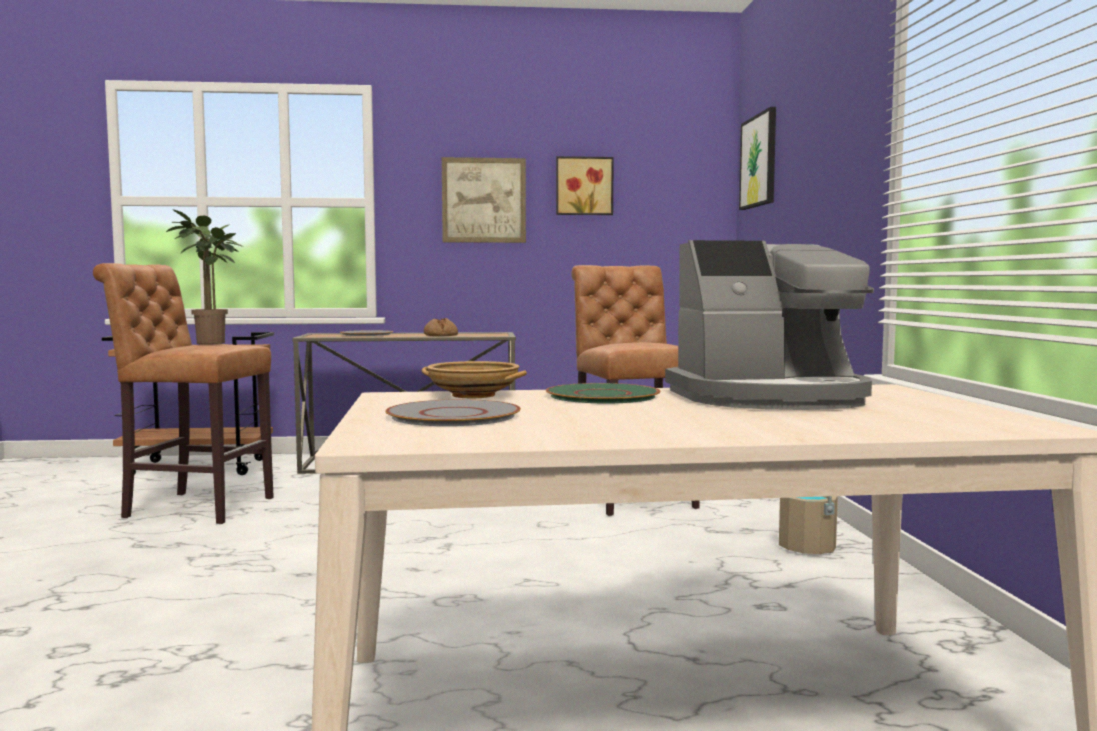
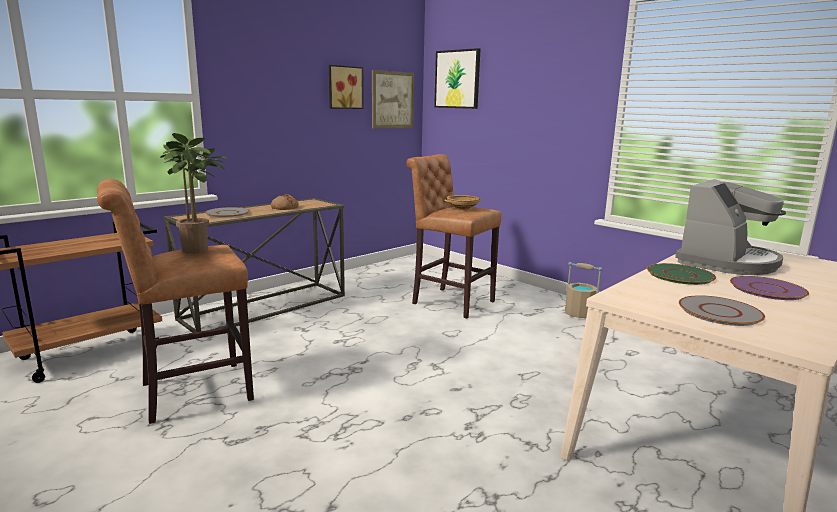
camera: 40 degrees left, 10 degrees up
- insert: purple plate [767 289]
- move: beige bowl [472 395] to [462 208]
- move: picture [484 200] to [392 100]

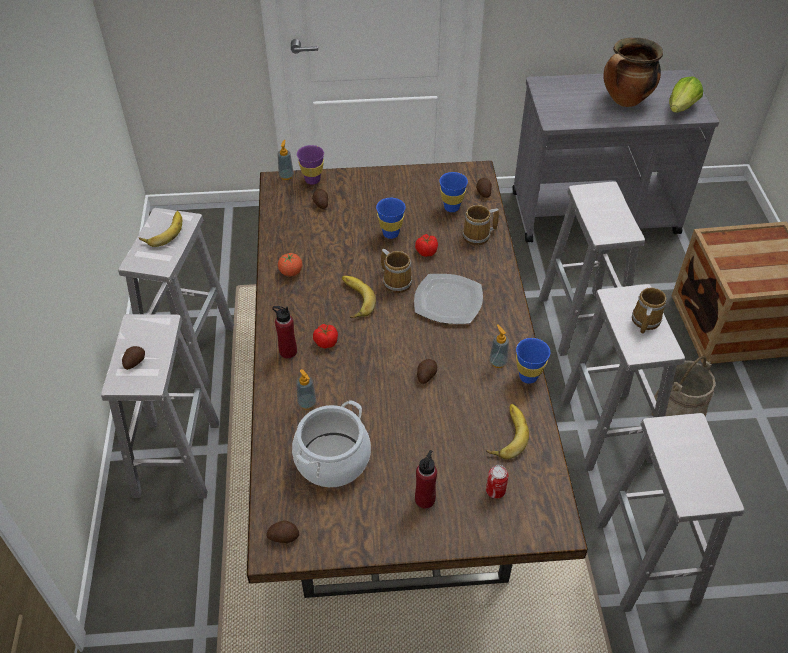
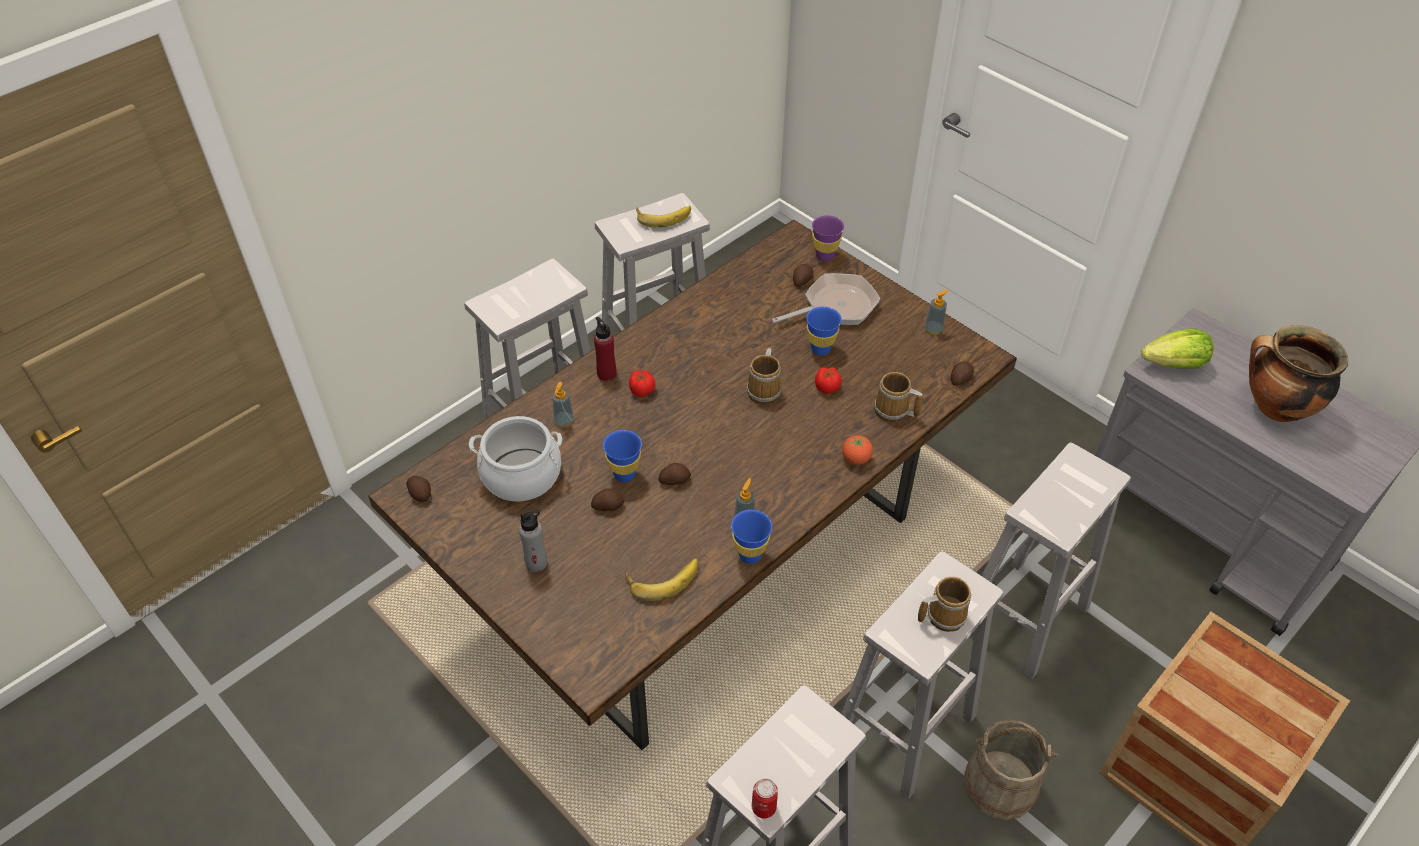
camera: 50 degrees right, 0 degrees up
- delete: banana [353 300]
- delete: plate [447 300]
- insert: frying pan [835 306]
- move: potato [134 362] to [607 505]
- move: soap dispenser [286 176] to [933 330]
- move: tomato [291 272] to [856 459]
- move: blue cup [451 207] to [624 474]
- move: can [495 491] to [763 807]
- move: lettuce [681 108] to [1174 365]
- recolor: red bottle [425 499] to grey bottle [536 562]

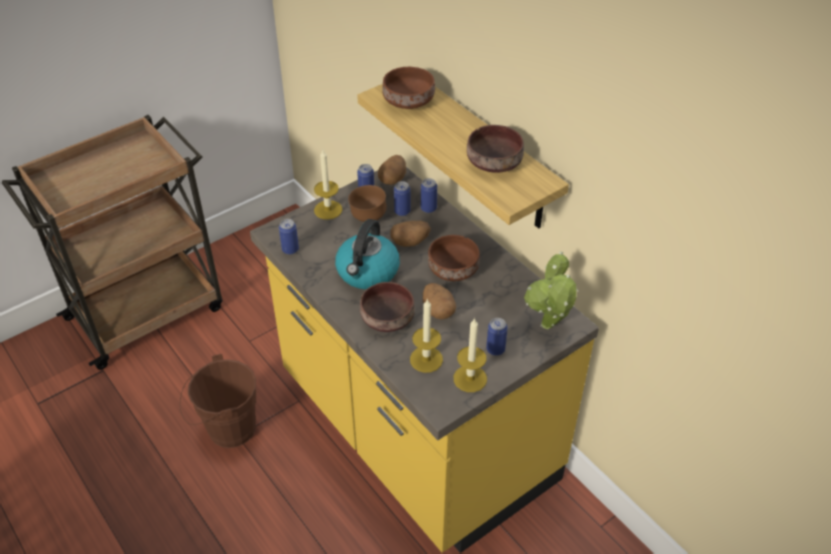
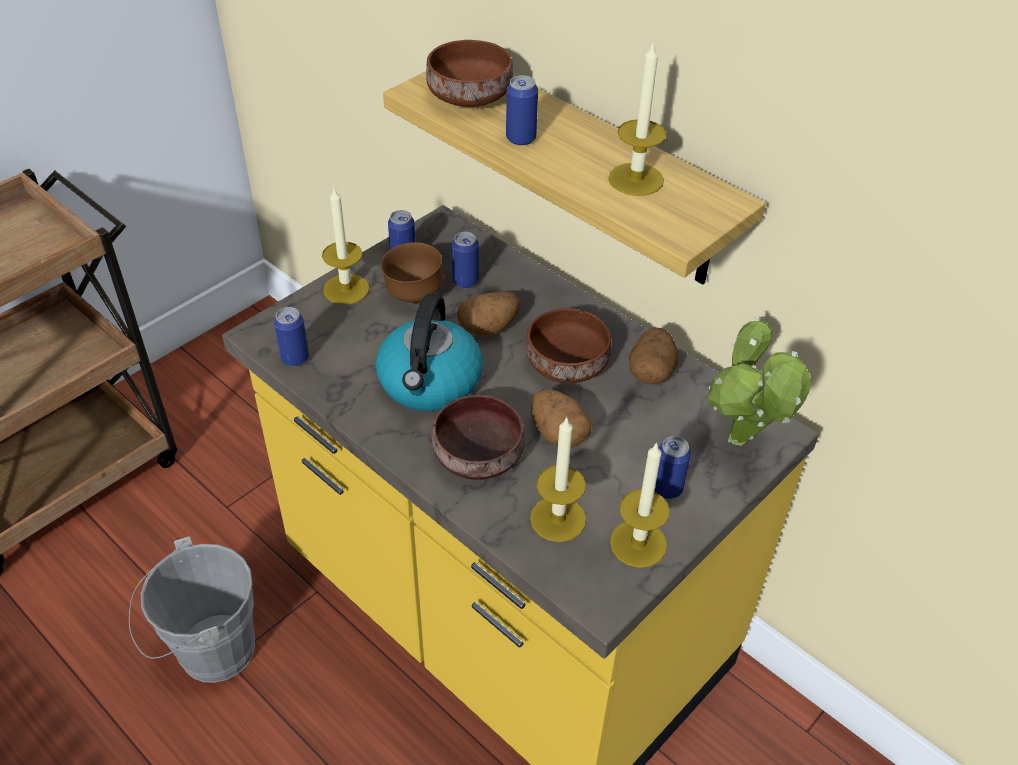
camera: 10 degrees left, 0 degrees up
- move: potato [392 179] to [651 371]
- move: can [428 208] to [521 138]
- replace: brown bowl [494 163] to candle [636 179]
- recolor: brown bucket [226 429] to grey bucket [208 652]

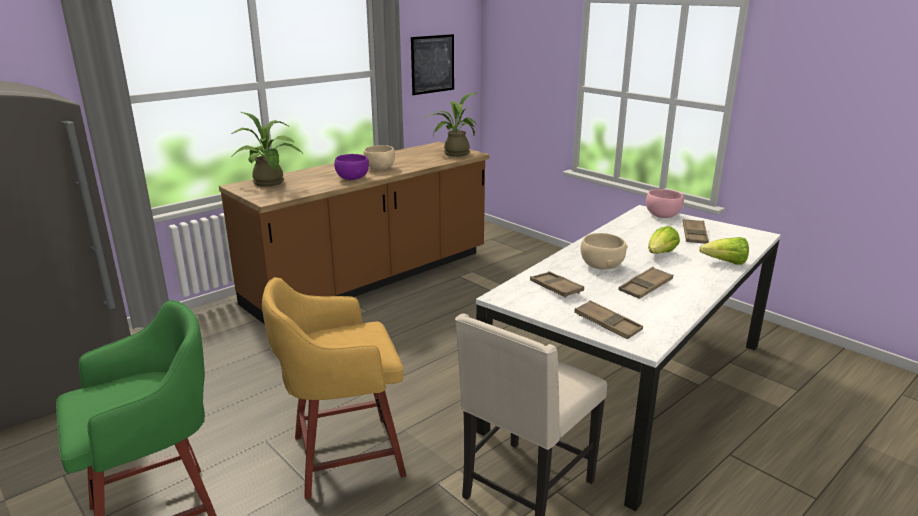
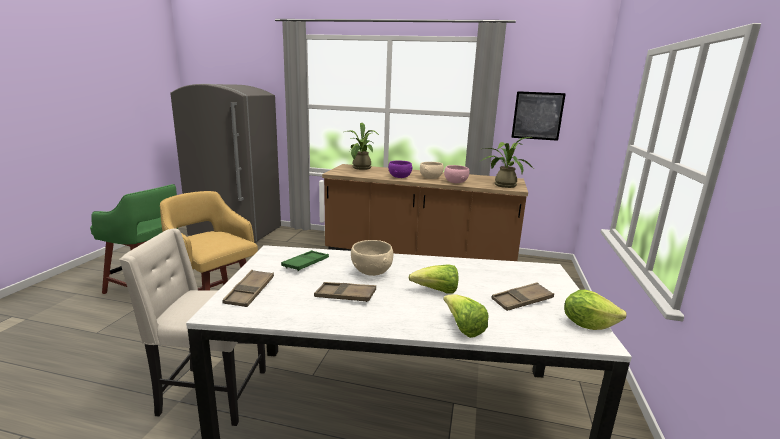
camera: 55 degrees right, 5 degrees down
- insert: lettuce [587 324]
- move: pink bowl [662 216] to [455 182]
- recolor: brown tray [556 288] to green tray [306 263]

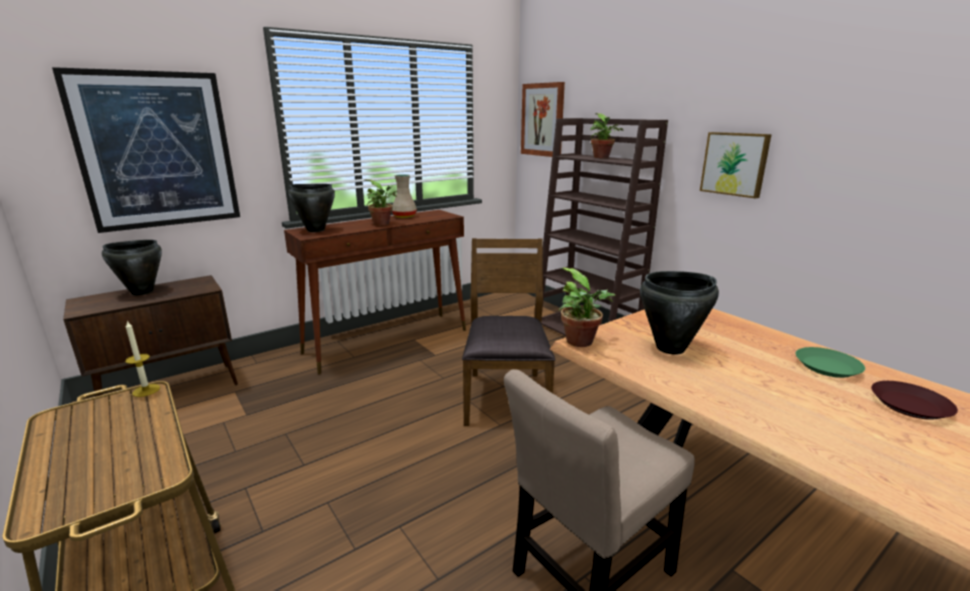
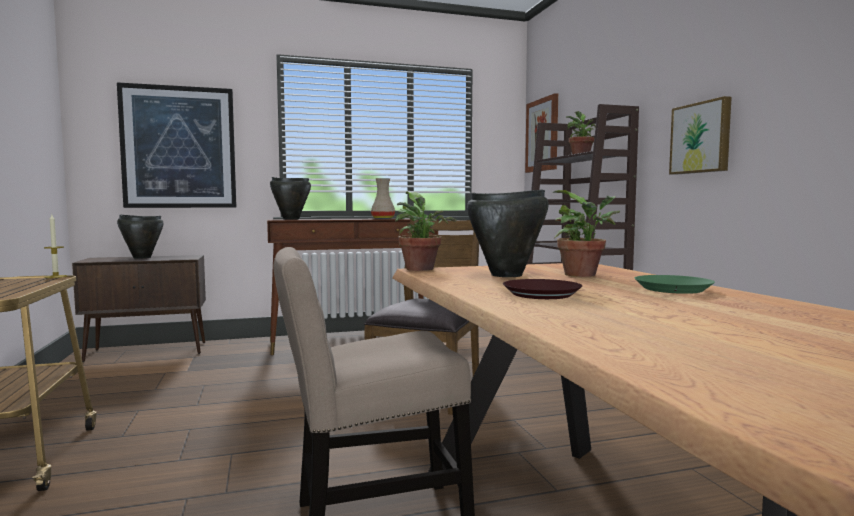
camera: 20 degrees right, 15 degrees down
- move: potted plant [383 224] to [584 275]
- move: brown plate [909 405] to [541 294]

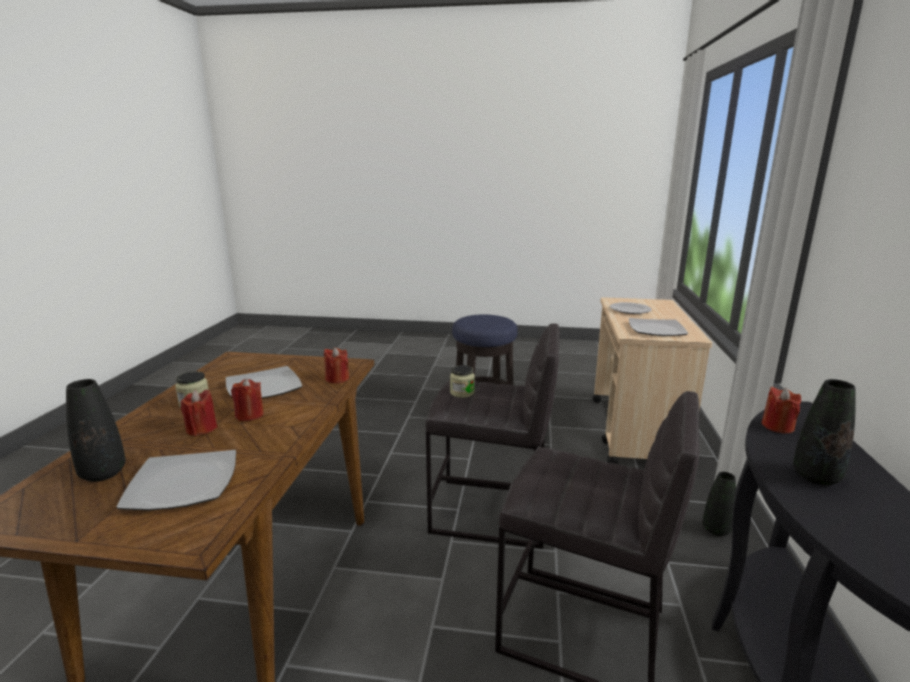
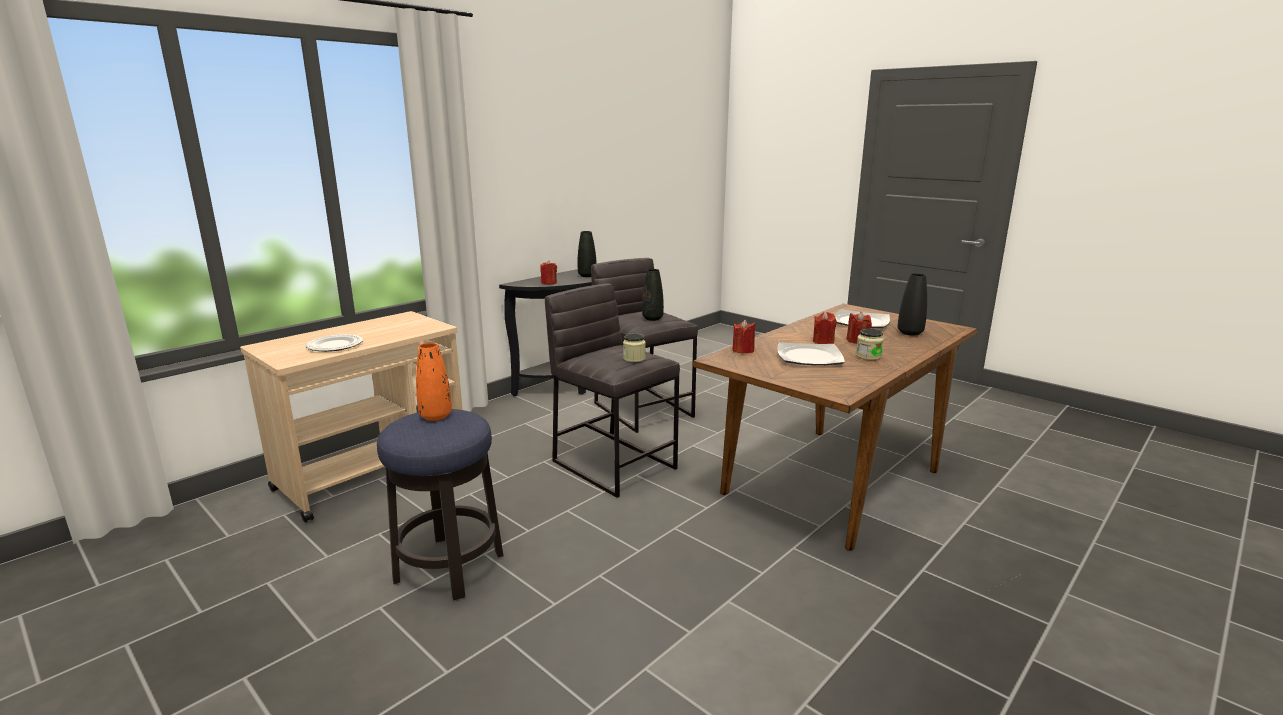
camera: 145 degrees left, 0 degrees up
- delete: plate [656 329]
- insert: orange vase [436 416]
- move: black vase [716 530] to [652 318]

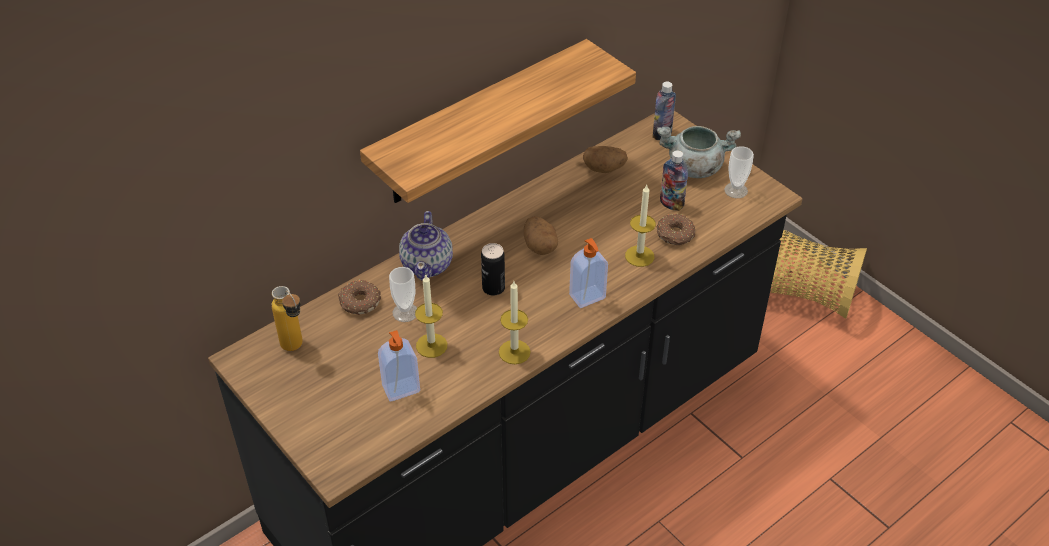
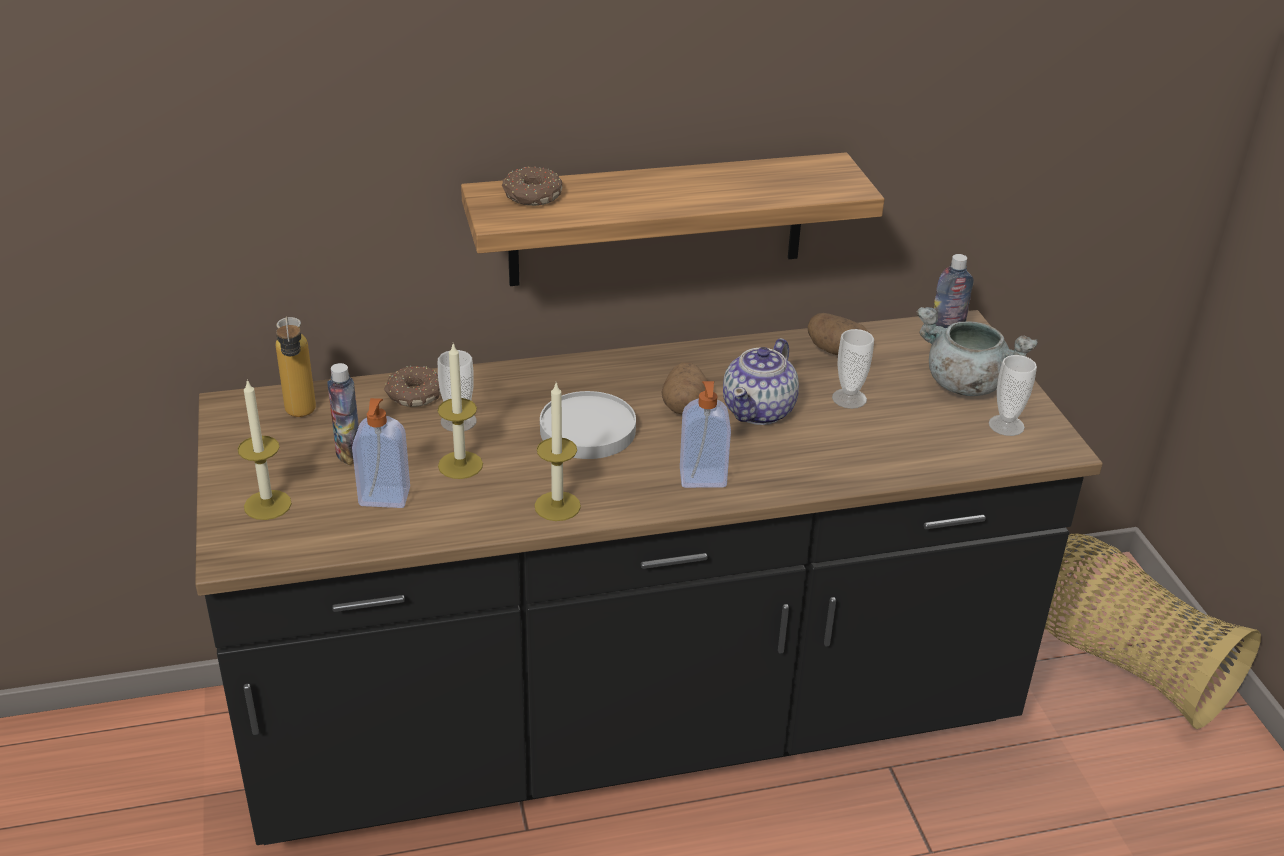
camera: 25 degrees right, 10 degrees down
- insert: cup [849 398]
- move: teapot [427 264] to [759 410]
- move: candle [639 256] to [267 505]
- move: donut [675 235] to [532 196]
- move: bottle [671 204] to [349 454]
- replace: can [493 288] to white plate [588 430]

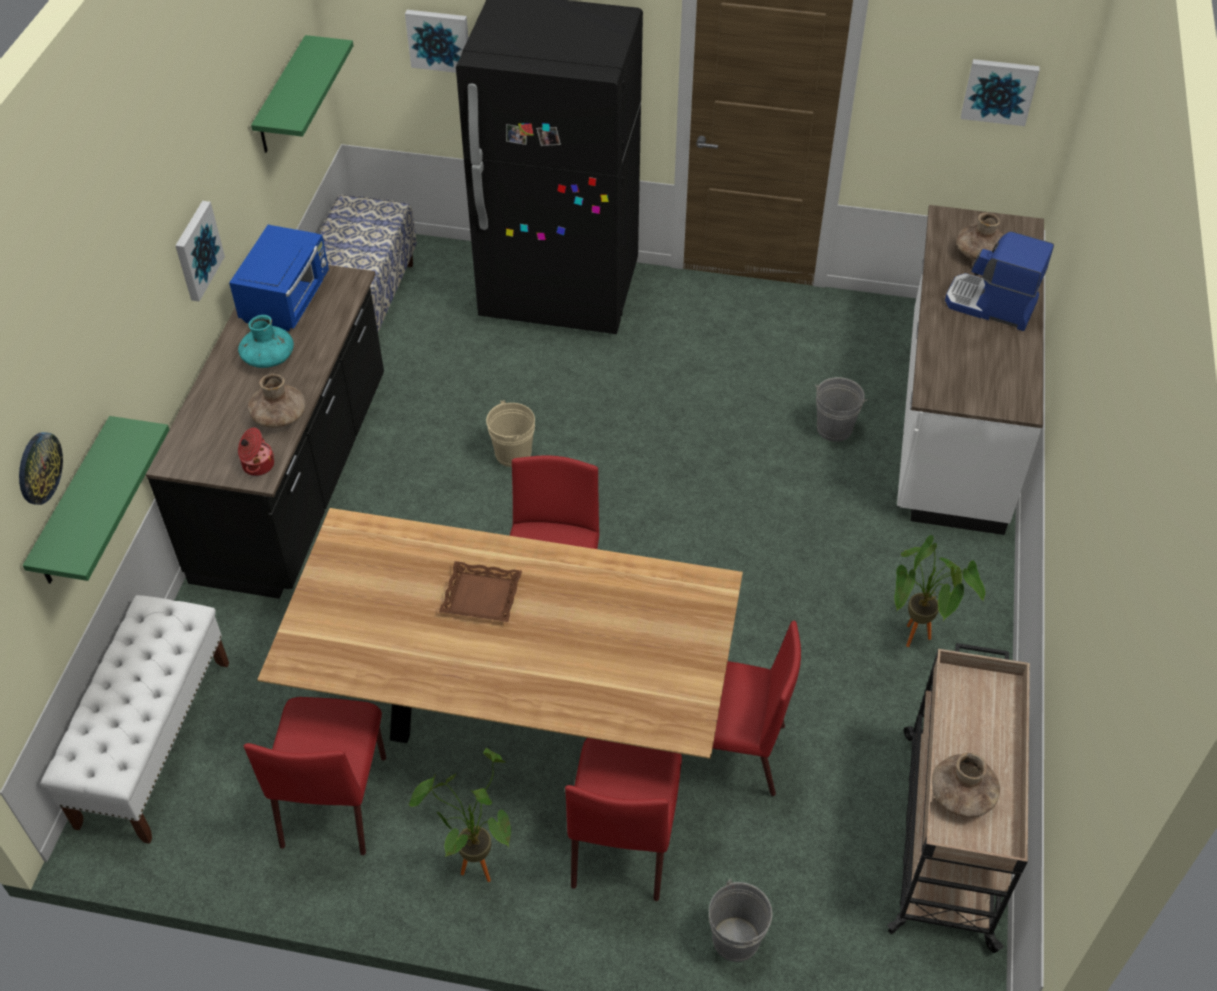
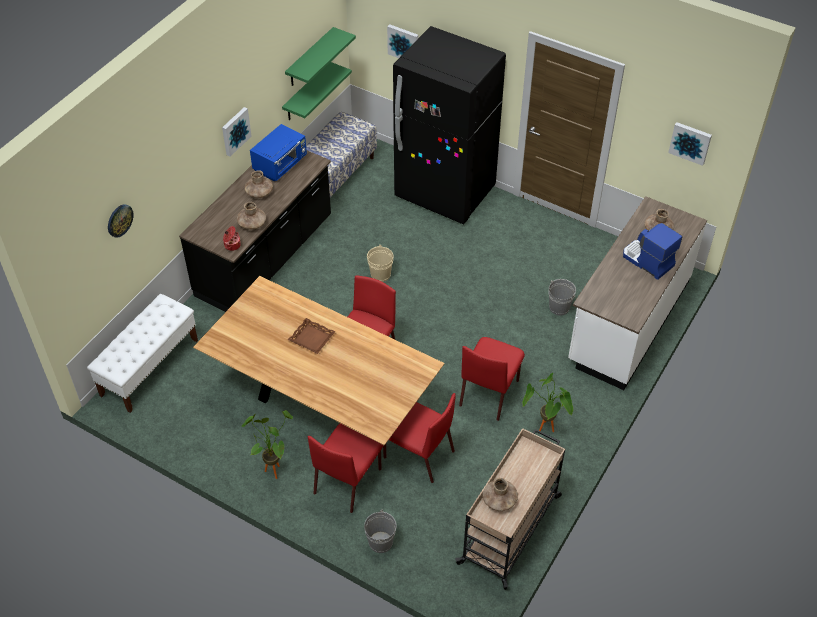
camera: 20 degrees right, 0 degrees up
- move: green shelf [75 505] to [306 92]
- move: red chair [334 799] to [489 392]
- recolor: turquoise vase [268 358] to brown vase [259 192]

